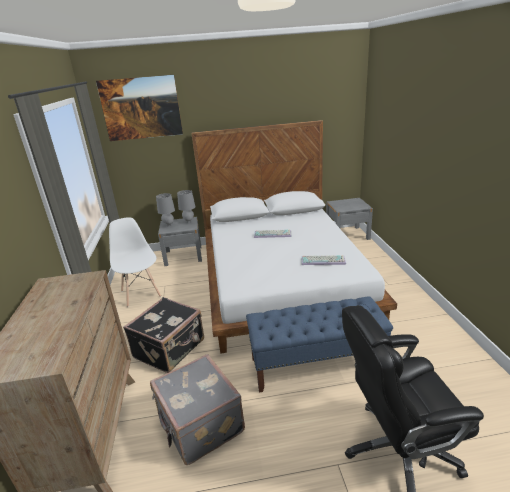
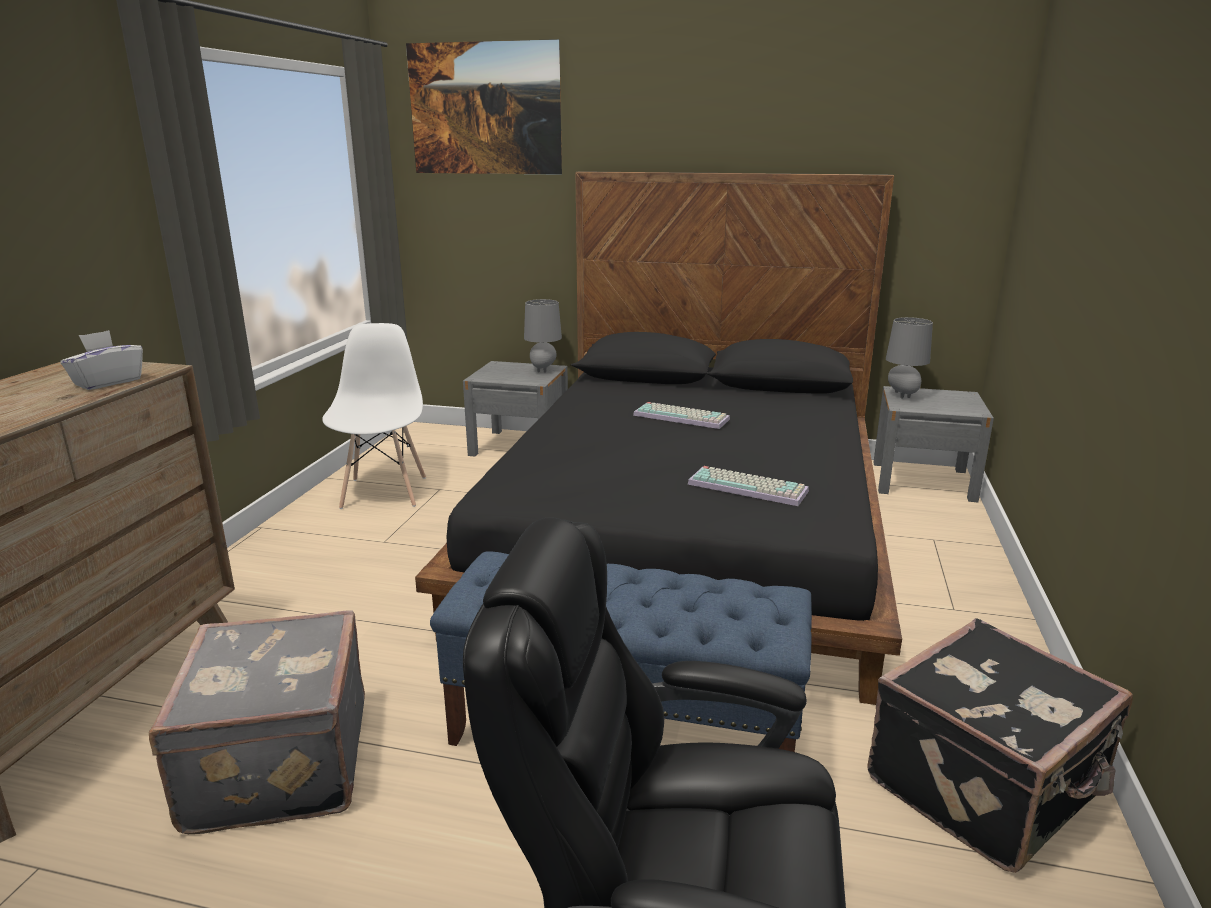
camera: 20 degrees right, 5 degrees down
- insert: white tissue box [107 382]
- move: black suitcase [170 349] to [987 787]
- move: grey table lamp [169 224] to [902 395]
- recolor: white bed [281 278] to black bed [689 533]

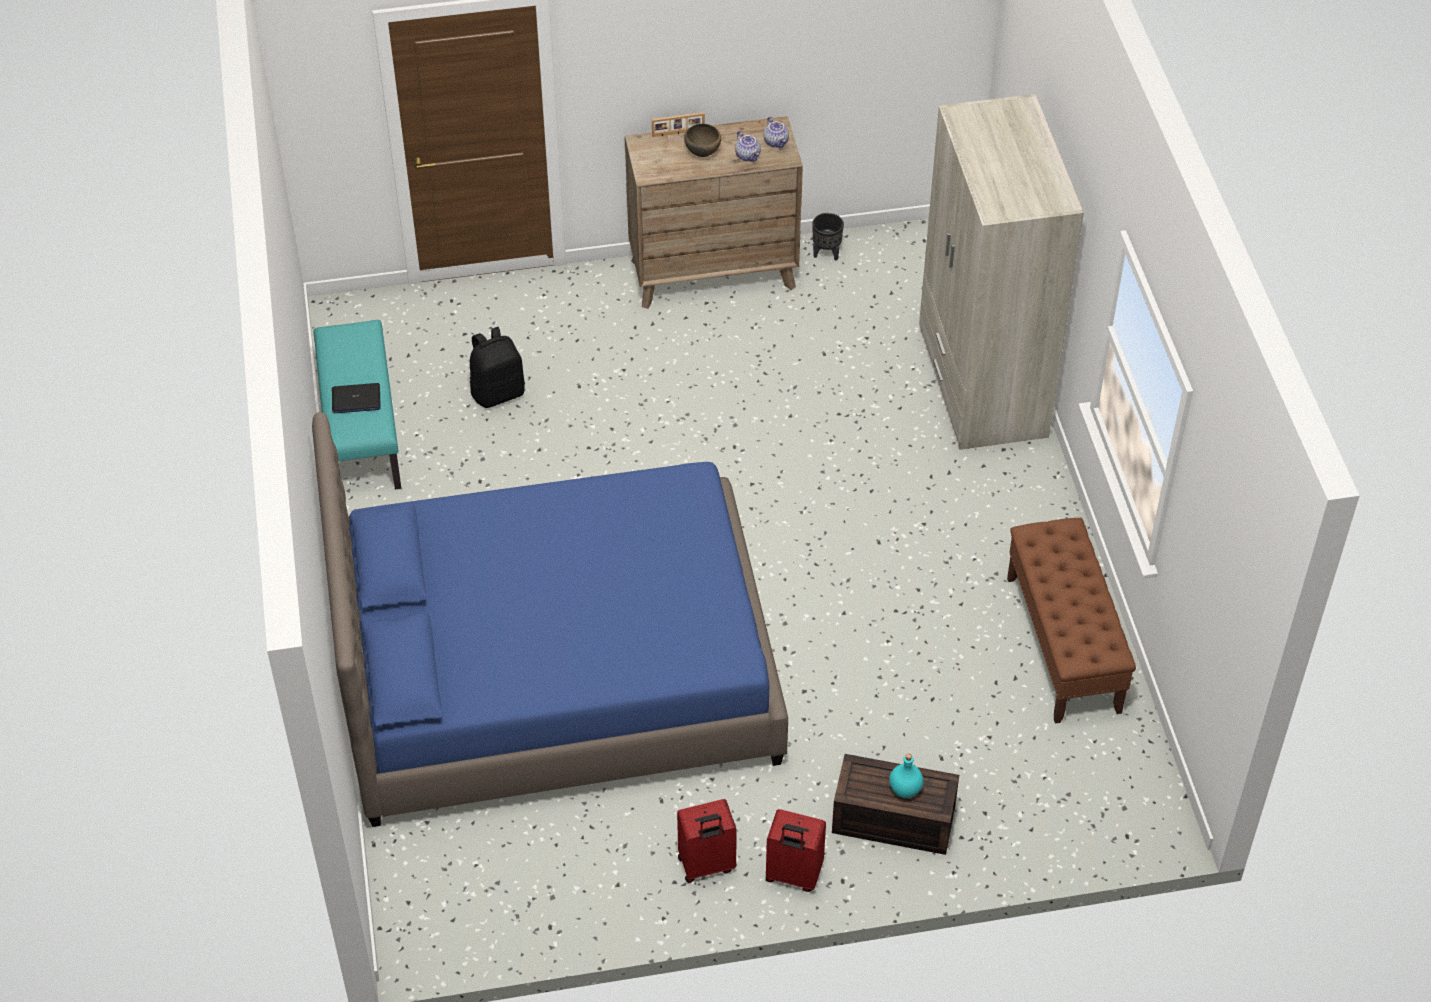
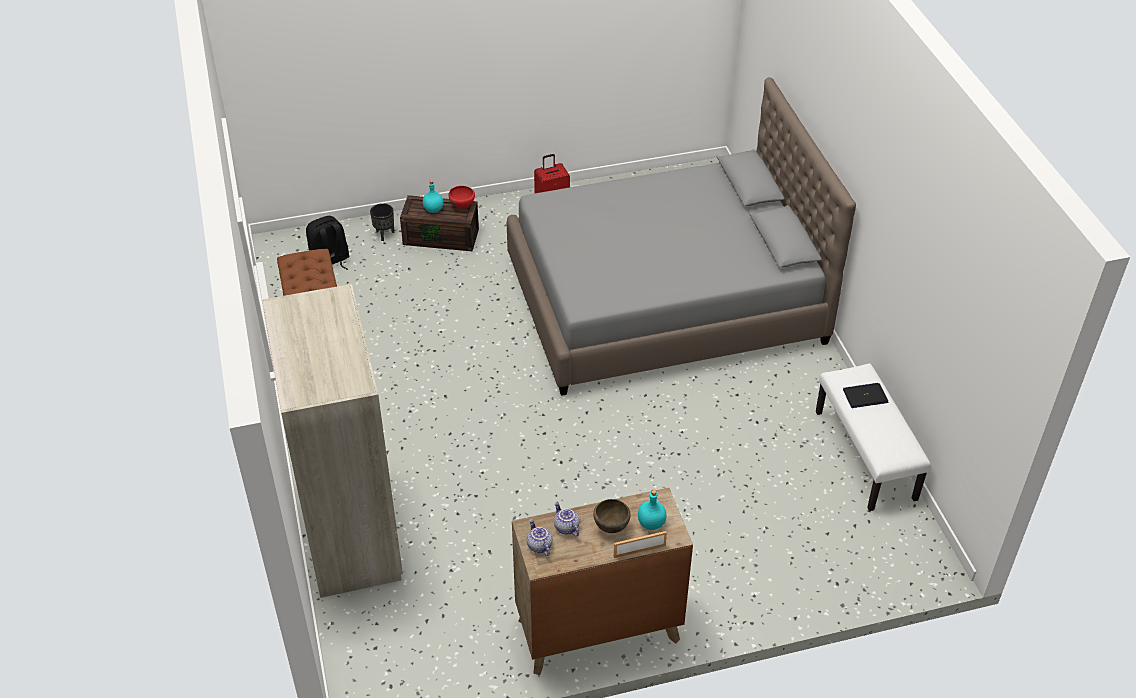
camera: 175 degrees right, 5 degrees down
- delete: red suitcase [793 875]
- insert: red bowl [462 206]
- insert: turquoise bottle [652 523]
- move: black backpack [498 392] to [330 262]
- move: black planter [826 253] to [384 234]
- recolor: blue bed [556 672] to grey bed [665 300]
- recolor: turquoise bench [360 431] to white bench [866 455]

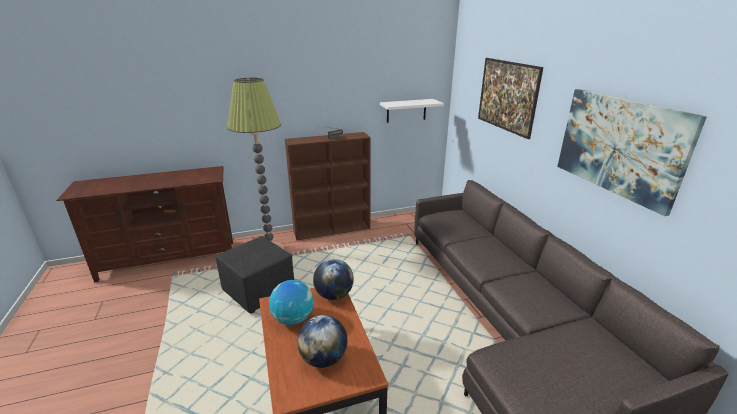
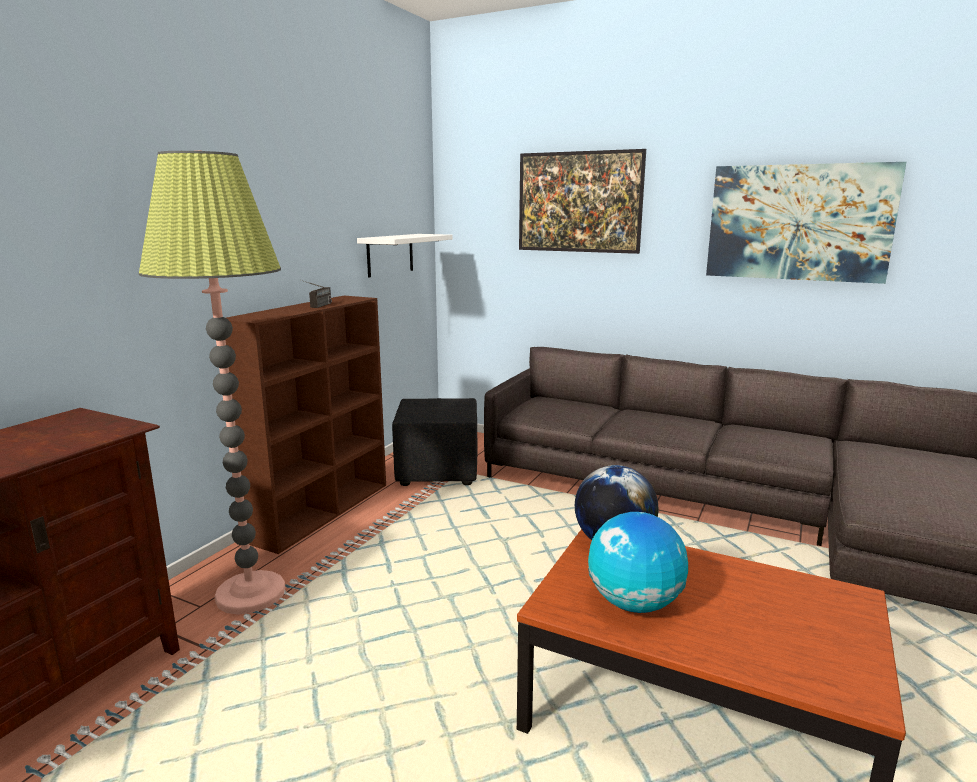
camera: 45 degrees left, 10 degrees down
- delete: globe [323 359]
- move: black ottoman [259 291] to [437 471]

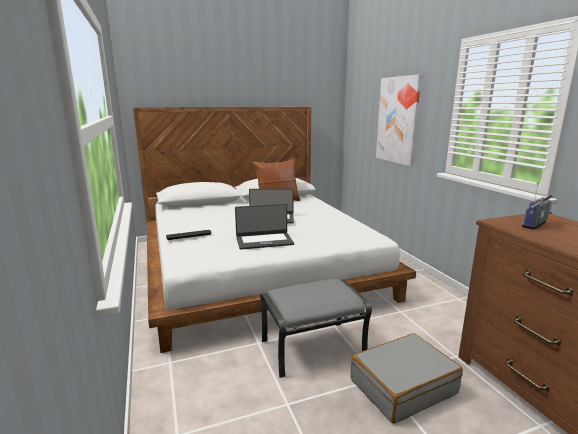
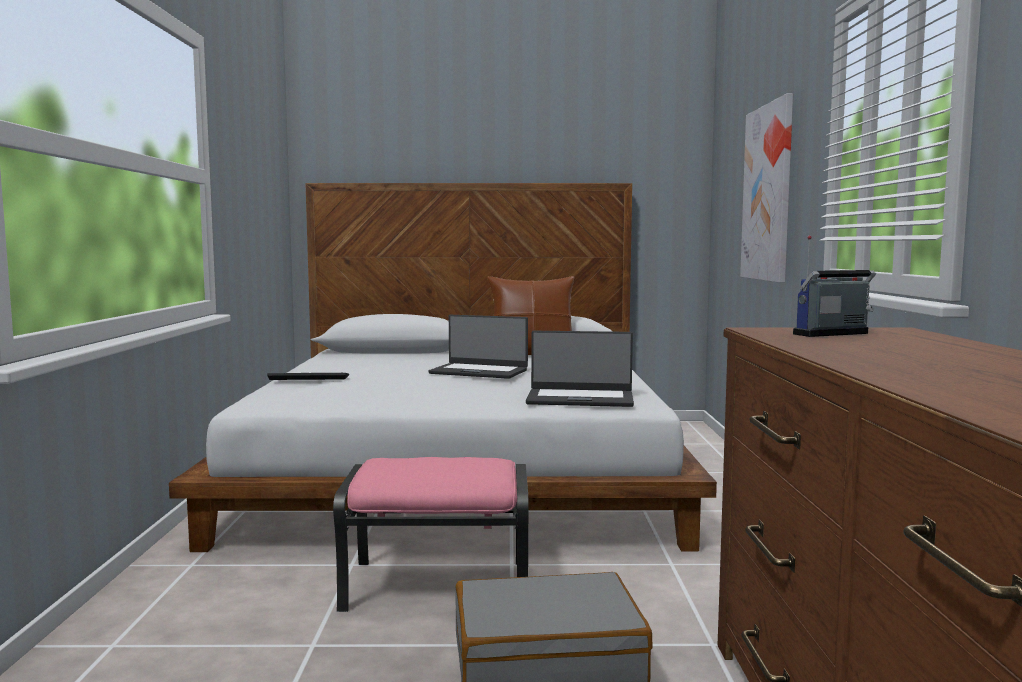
camera: 20 degrees right, 10 degrees down
- move: laptop [264 241] to [580 399]
- recolor: grey ottoman [313 347] to pink ottoman [439 585]

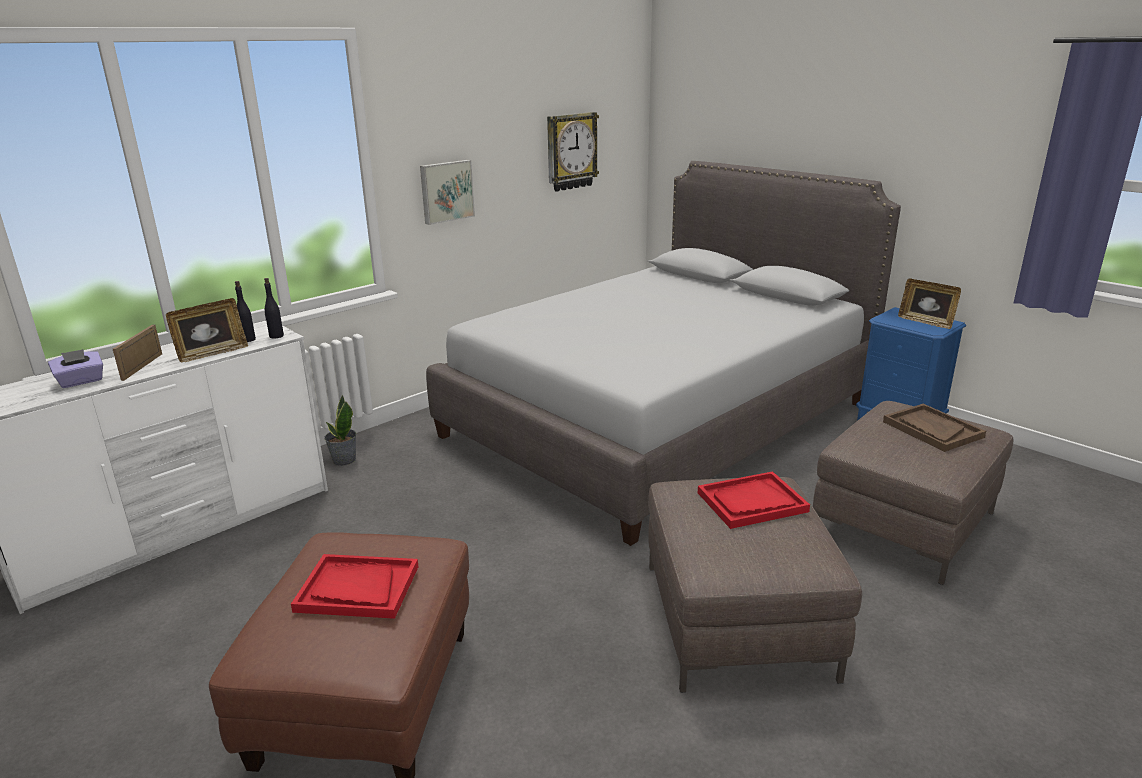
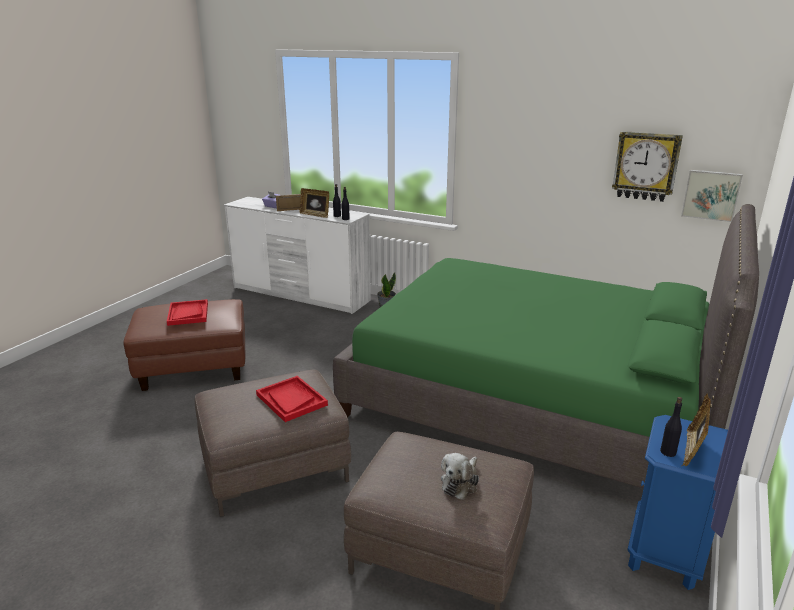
camera: 70 degrees right, 0 degrees up
- insert: black bottle [668 452]
- move: picture [446 191] to [711 195]
- replace: brown tray [932 429] to plush toy [460 483]
- recolor: grey bed [659 419] to green bed [532 400]

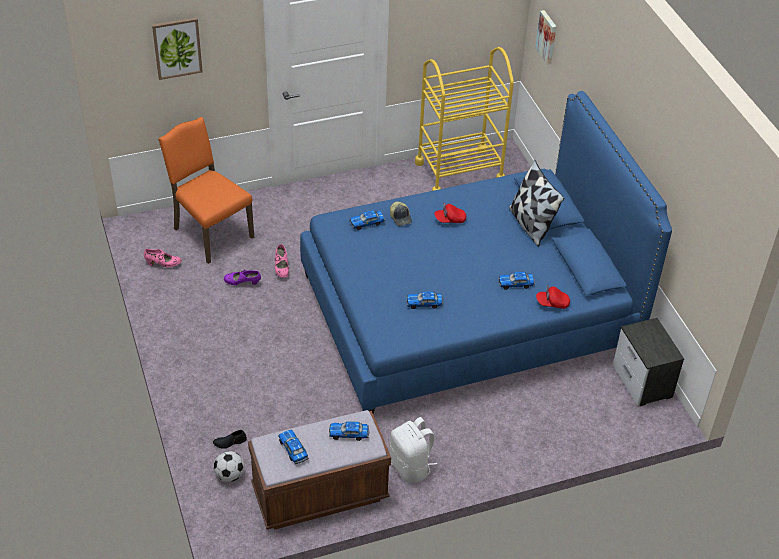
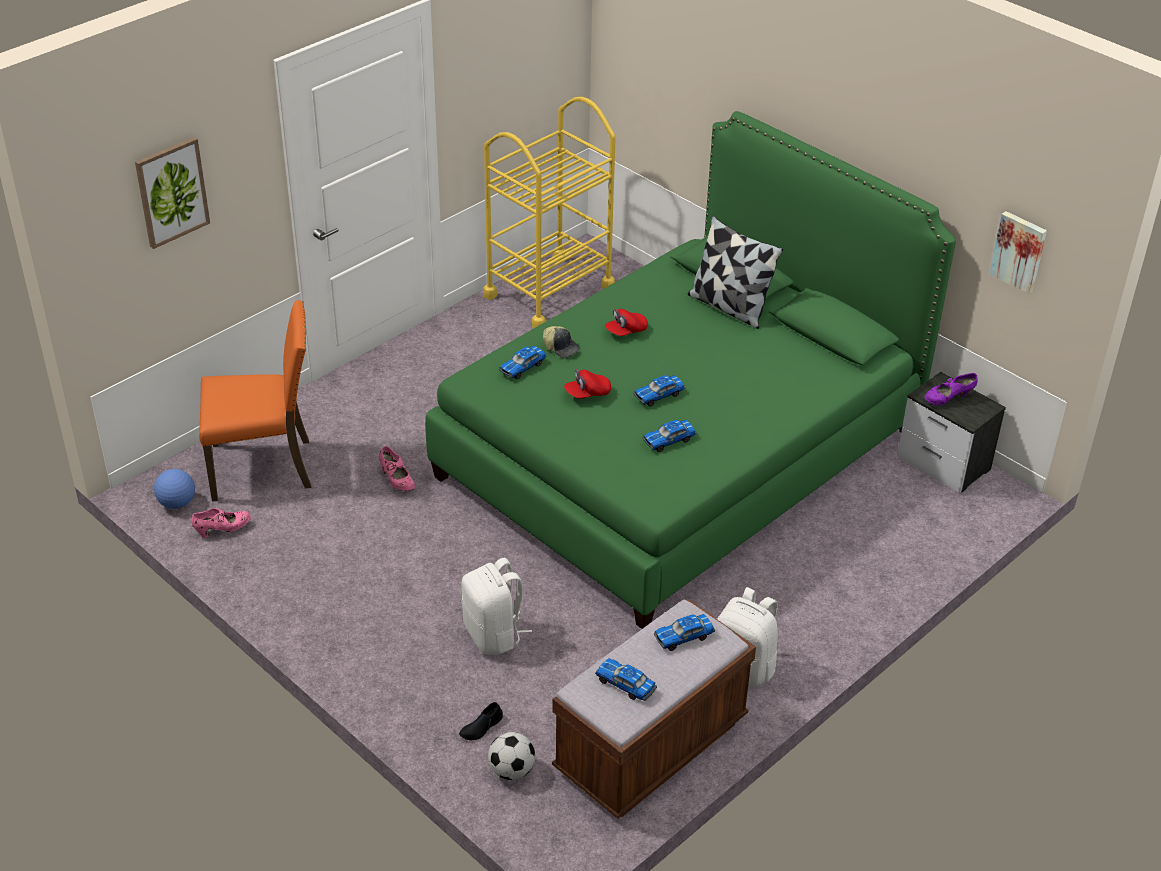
camera: 25 degrees left, 5 degrees down
- insert: football [177 503]
- insert: white backpack [494 635]
- move: purple shoe [242 283] to [948 399]
- move: toy car [516 283] to [659 395]
- move: picture [547 37] to [1019 251]
- move: red cap [552 303] to [587 393]
- recolor: blue bed [468 311] to green bed [679 452]
- rotate: orange chair [210 233] = [264 467] 150 degrees clockwise

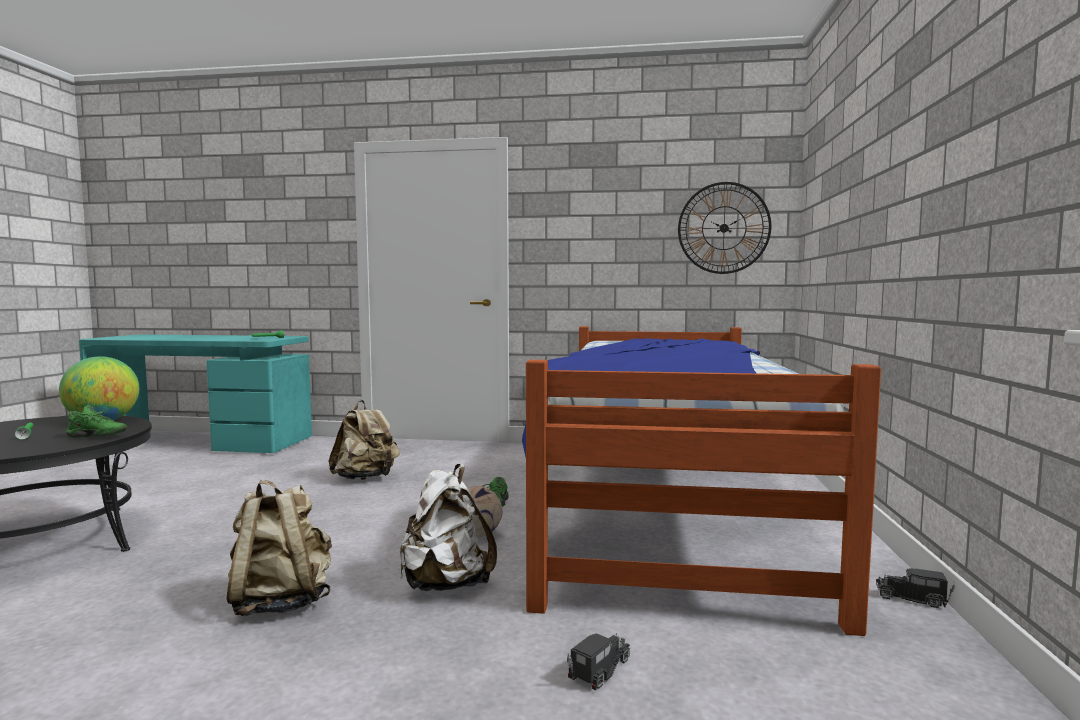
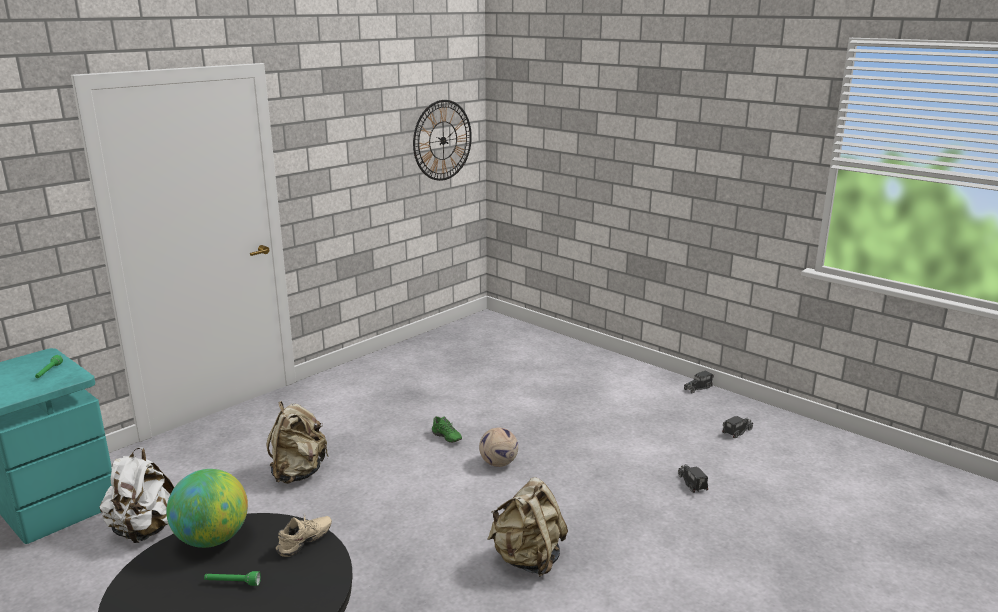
camera: 55 degrees left, 15 degrees up
- delete: bed [664 504]
- insert: toy truck [736 432]
- move: white backpack [445 584] to [144 531]
- recolor: green shoe [95 437] to beige shoe [306 543]

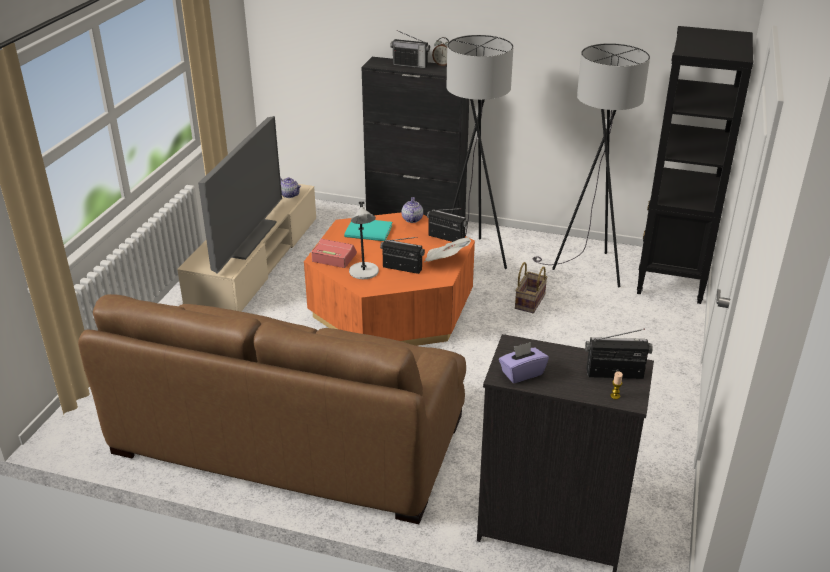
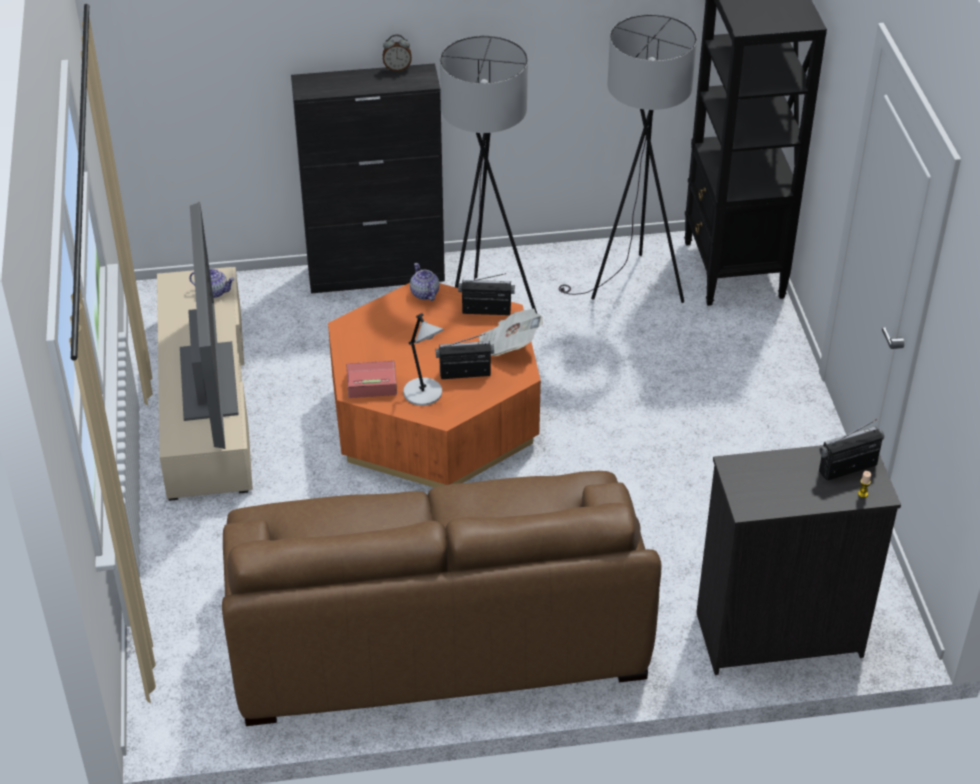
camera: 25 degrees left, 10 degrees up
- delete: turquoise book [369 232]
- delete: radio [410 65]
- delete: purple tissue box [522 373]
- delete: basket [529 301]

